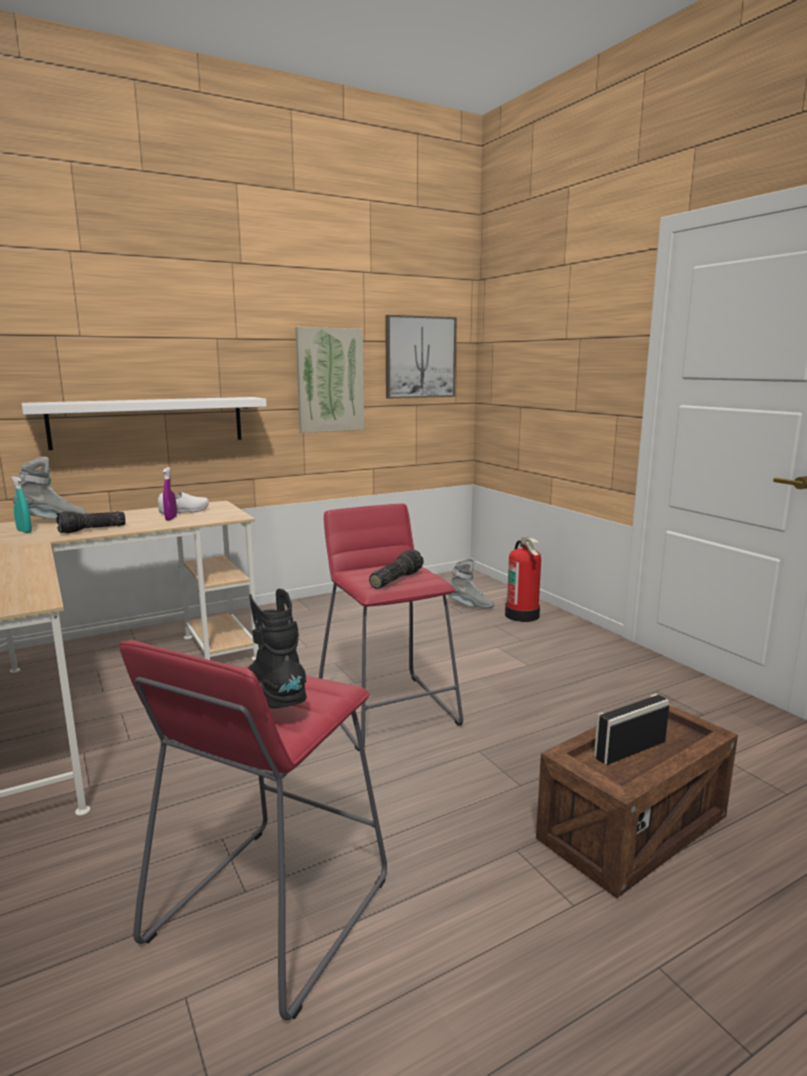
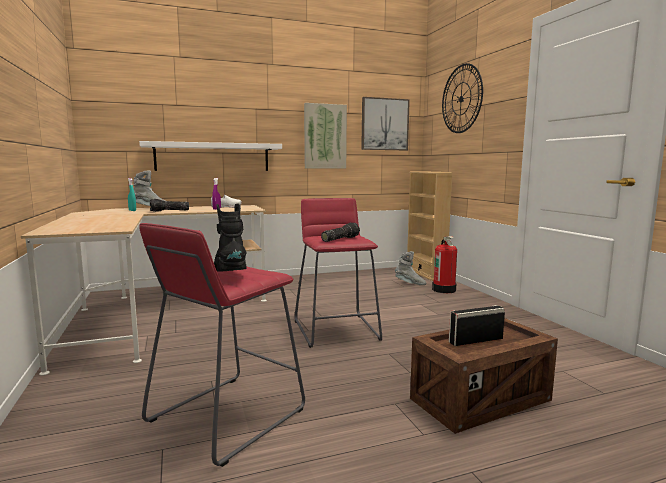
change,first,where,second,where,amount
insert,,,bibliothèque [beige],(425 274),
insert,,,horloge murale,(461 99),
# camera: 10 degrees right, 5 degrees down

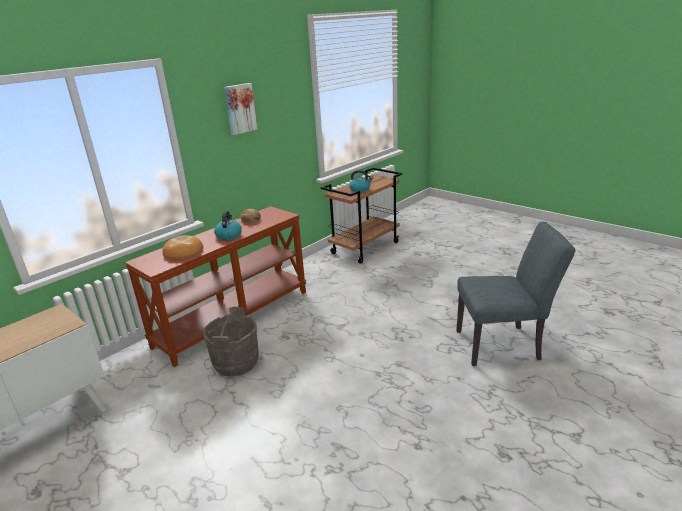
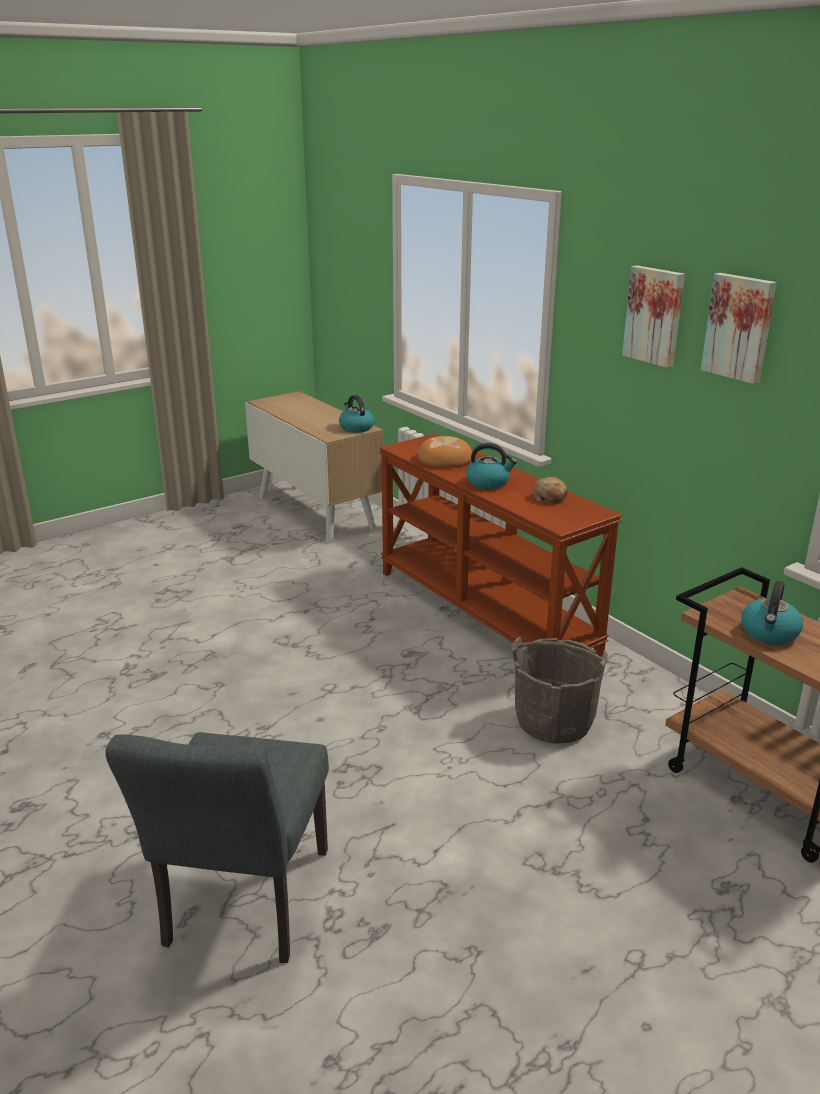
change,first,where,second,where,amount
move,seau [gris],(236 362),,(554 721),
insert,,,bouilloire,(356 428),
insert,,,tableau,(739 327),
# camera: 100 degrees right, 0 degrees up

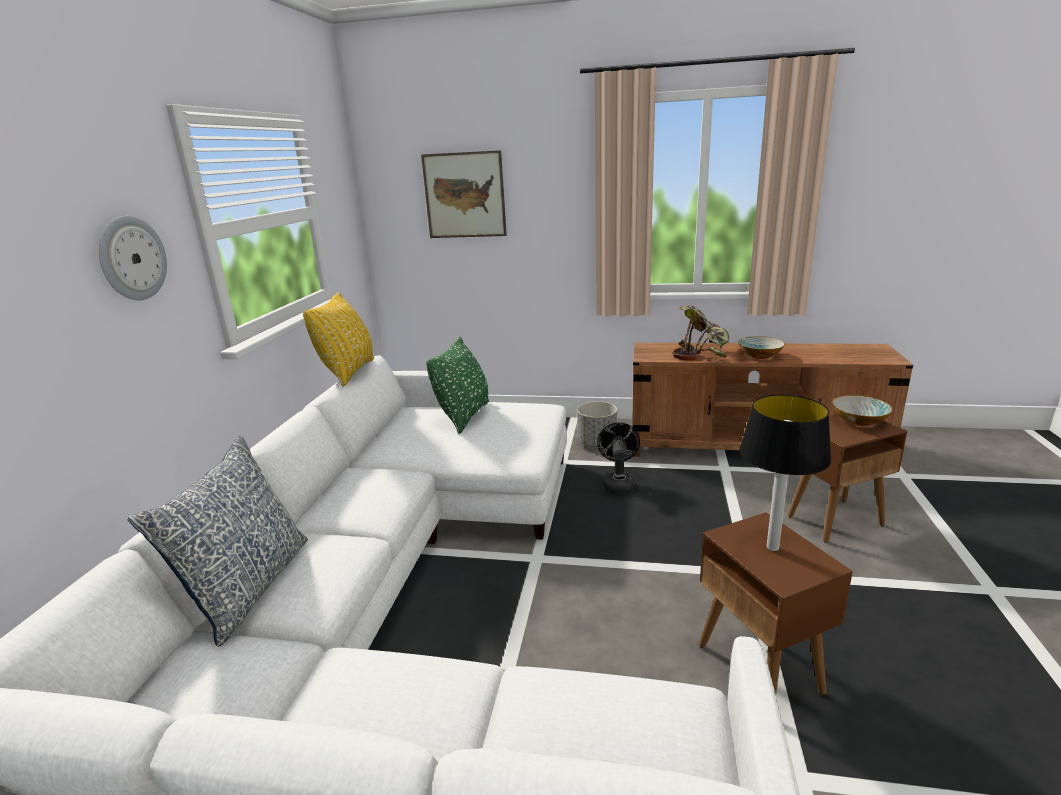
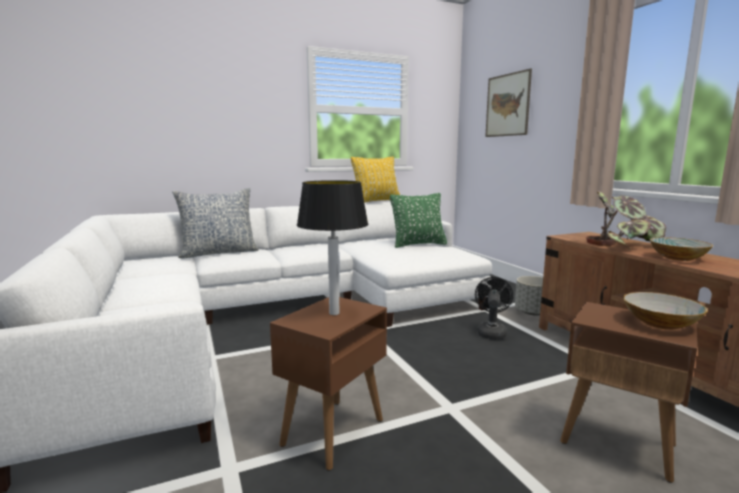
change,first,where,second,where,amount
delete,horloge murale,(132 258),,,
rotate,ventilateur [noir],(618 483),,(491 332),45 degrees counterclockwise
# camera: 55 degrees right, 10 degrees down

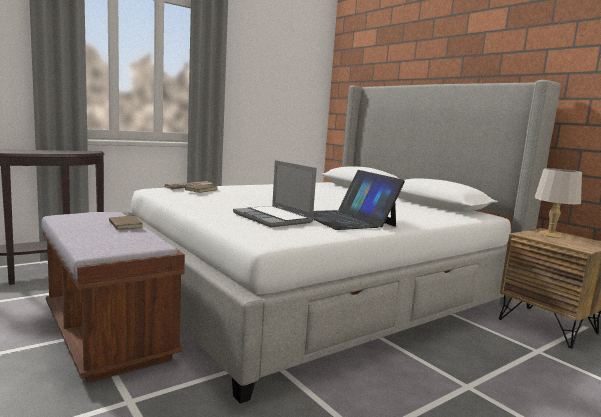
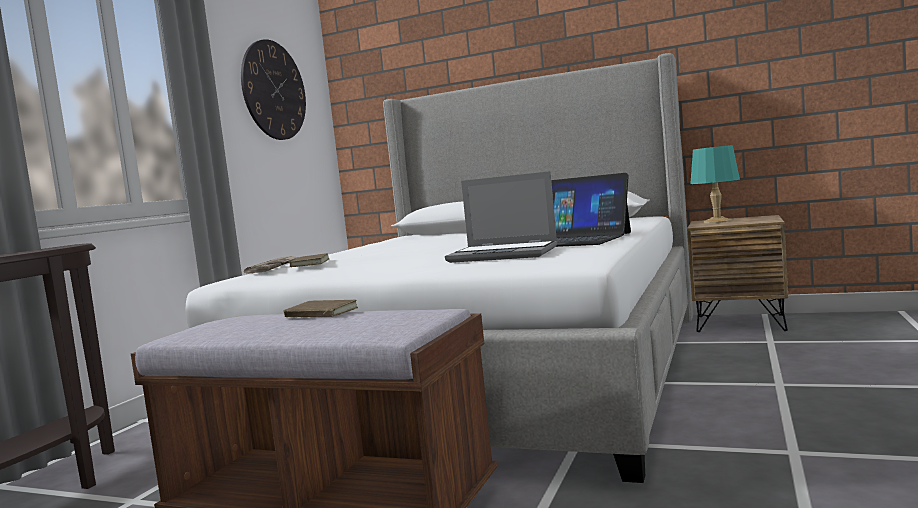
change,first,where,second,where,amount
recolor,lampe de table [gris],(550 235),lampe de table [turquoise],(717 221),
insert,,,horloge murale,(274 90),
# camera: 30 degrees left, 5 degrees down

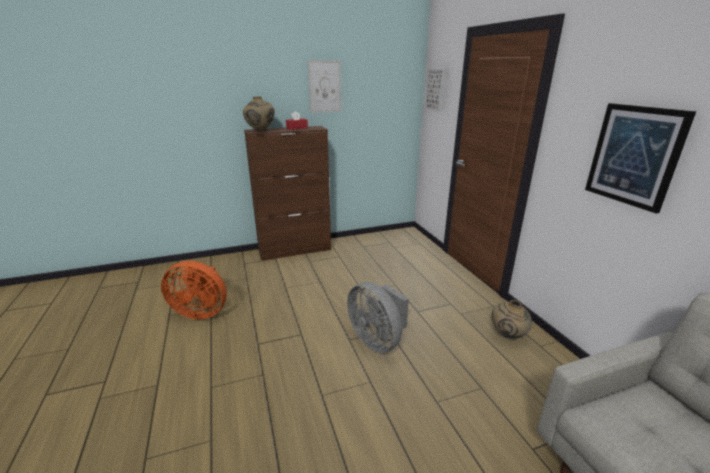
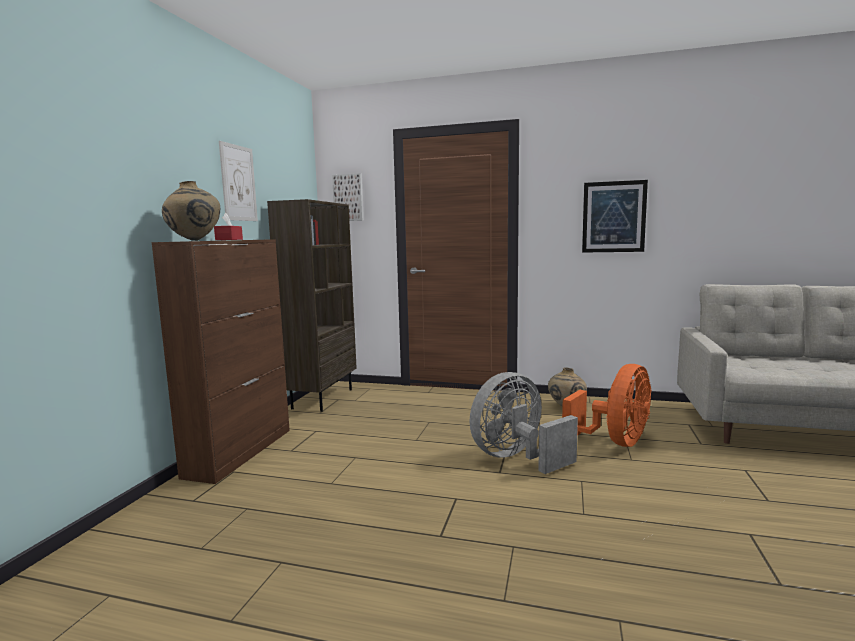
change,first,where,second,where,amount
move,ventilateur [orange],(201 312),,(615 442),
rotate,ventilateur [gris],(377 340),,(516 458),150 degrees clockwise
insert,,,bibliothèque [marron],(322 398),
# camera: 55 degrees left, 15 degrees down

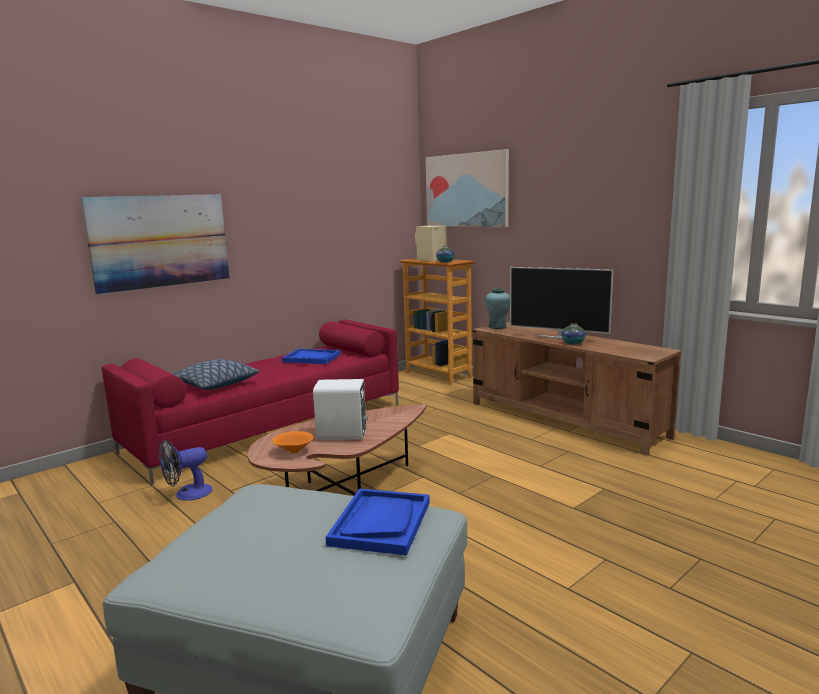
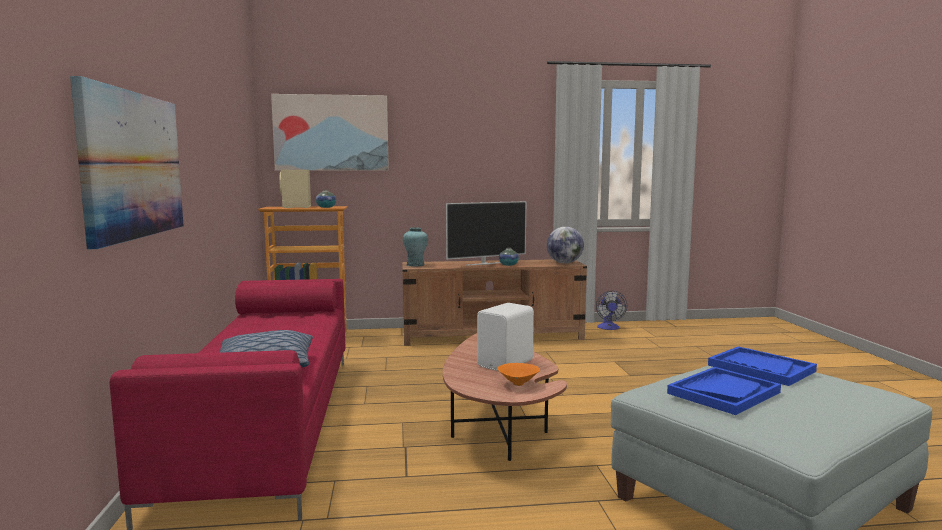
change,first,where,second,where,amount
move,ventilateur,(187 494),,(609 328),
move,plateau [bleu],(312 358),,(723 393),
insert,,,globe,(564 263),
# camera: 55 degrees left, 5 degrees down

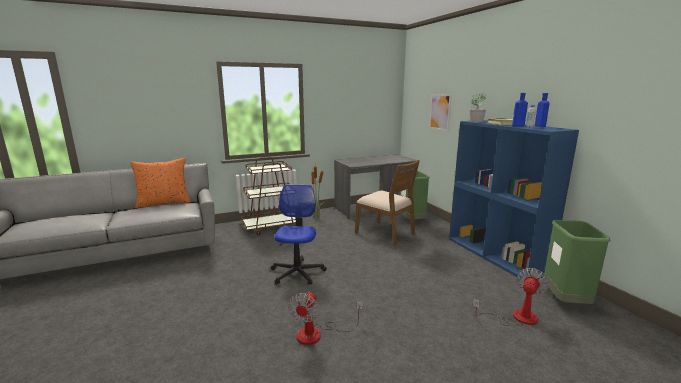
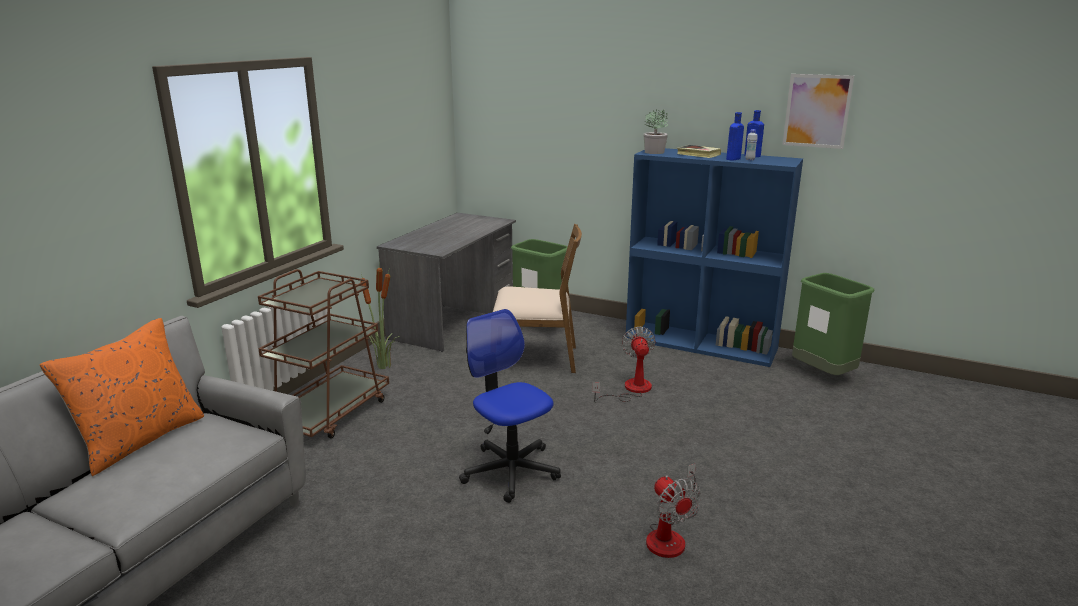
change,first,where,second,where,amount
move,tableau,(440 112),,(817 111),
move,ventilateur,(516 317),,(630 390),
# camera: 40 degrees left, 5 degrees up

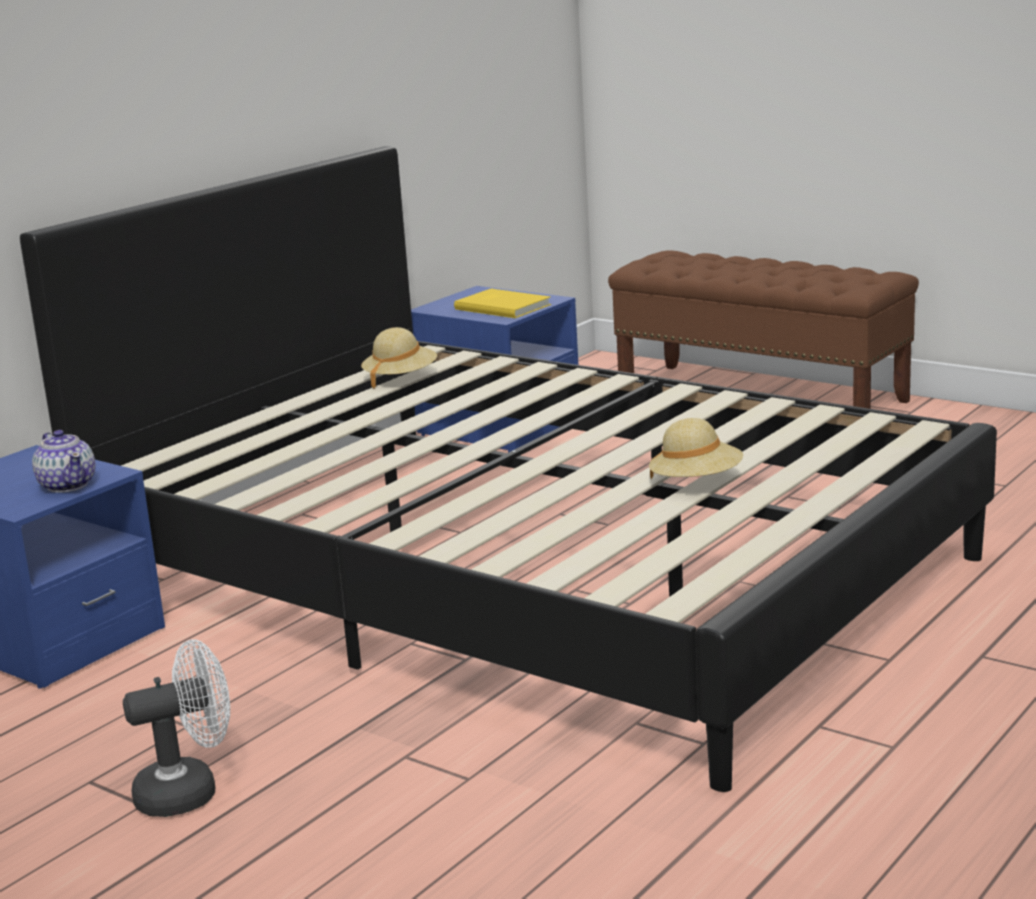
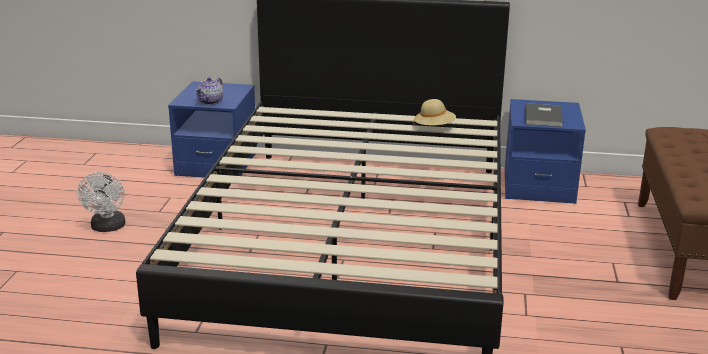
change,first,where,second,where,amount
rotate,ventilateur [blanc],(190 792),,(107 228),45 degrees clockwise
recolor,livre [jaune],(503 306),livre [gris],(544 117),
delete,chapeau [beige],(696 483),,,
# camera: 60 degrees right, 5 degrees up

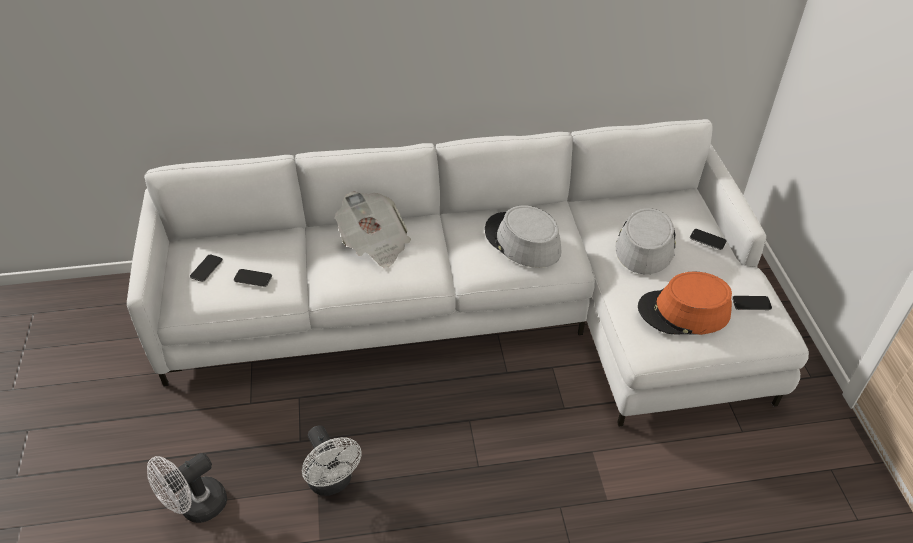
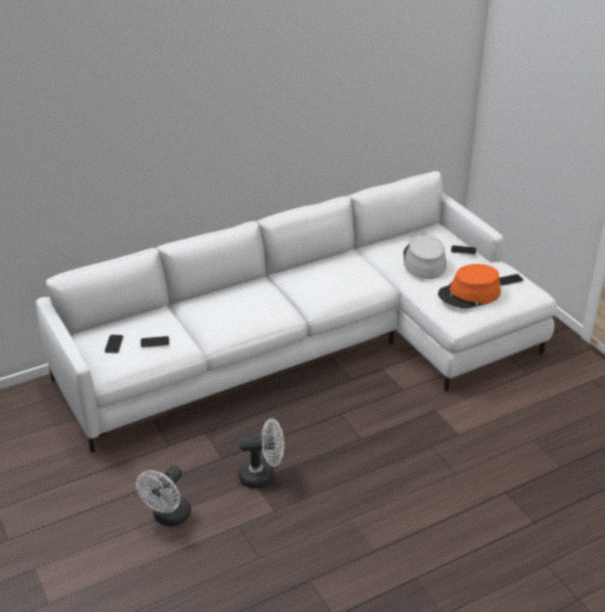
change,first,where,second,where,amount
rotate,ventilateur [blanc],(332 482),,(262 475),45 degrees counterclockwise
delete,journal,(374 243),,,
delete,chapeau [gris],(522 241),,,
# camera: 20 degrees left, 10 degrees down

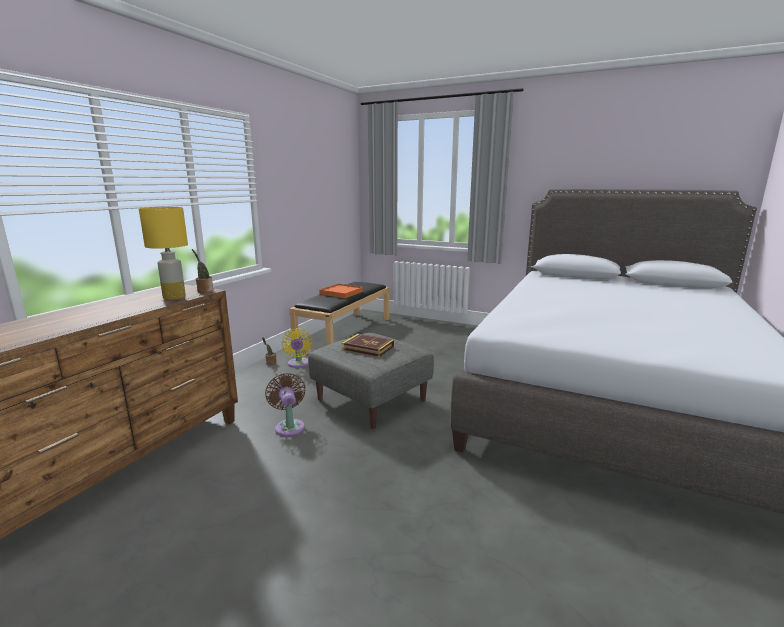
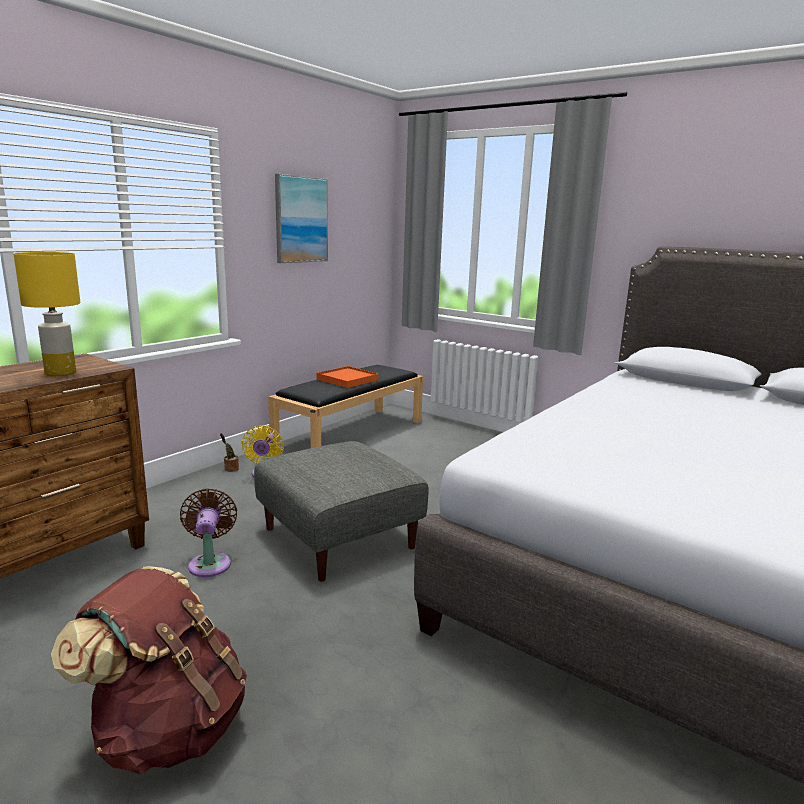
change,first,where,second,where,amount
delete,plante en pot,(204 290),,,
delete,livre,(368 348),,,
insert,,,sac à dos [marron],(167 729),
insert,,,tableau,(300 219),
# camera: 10 degrees right, 0 degrees up

